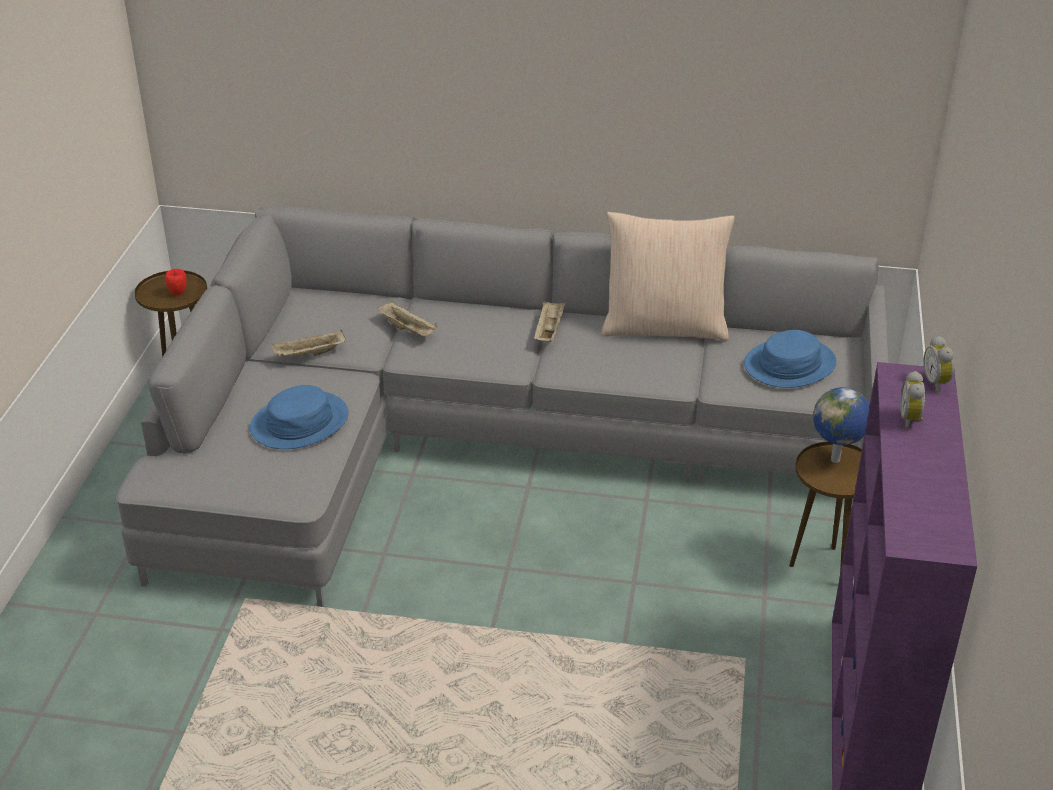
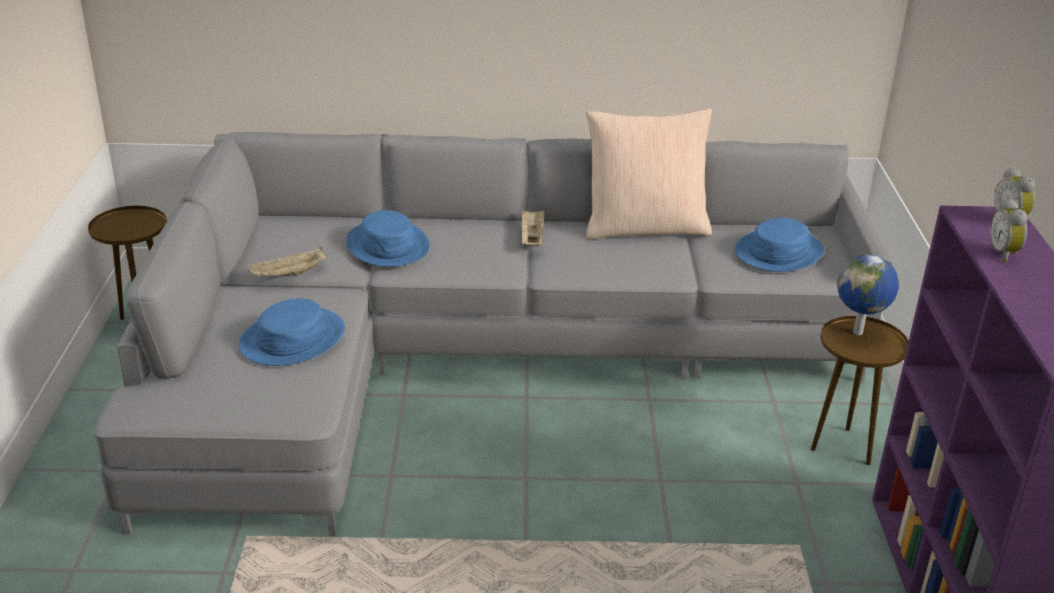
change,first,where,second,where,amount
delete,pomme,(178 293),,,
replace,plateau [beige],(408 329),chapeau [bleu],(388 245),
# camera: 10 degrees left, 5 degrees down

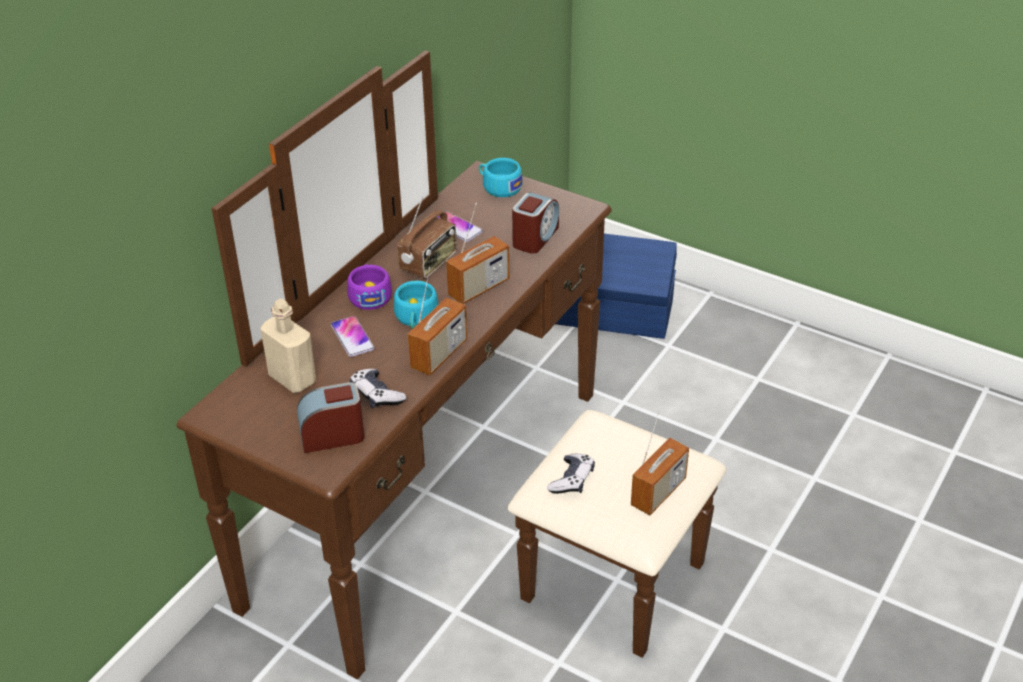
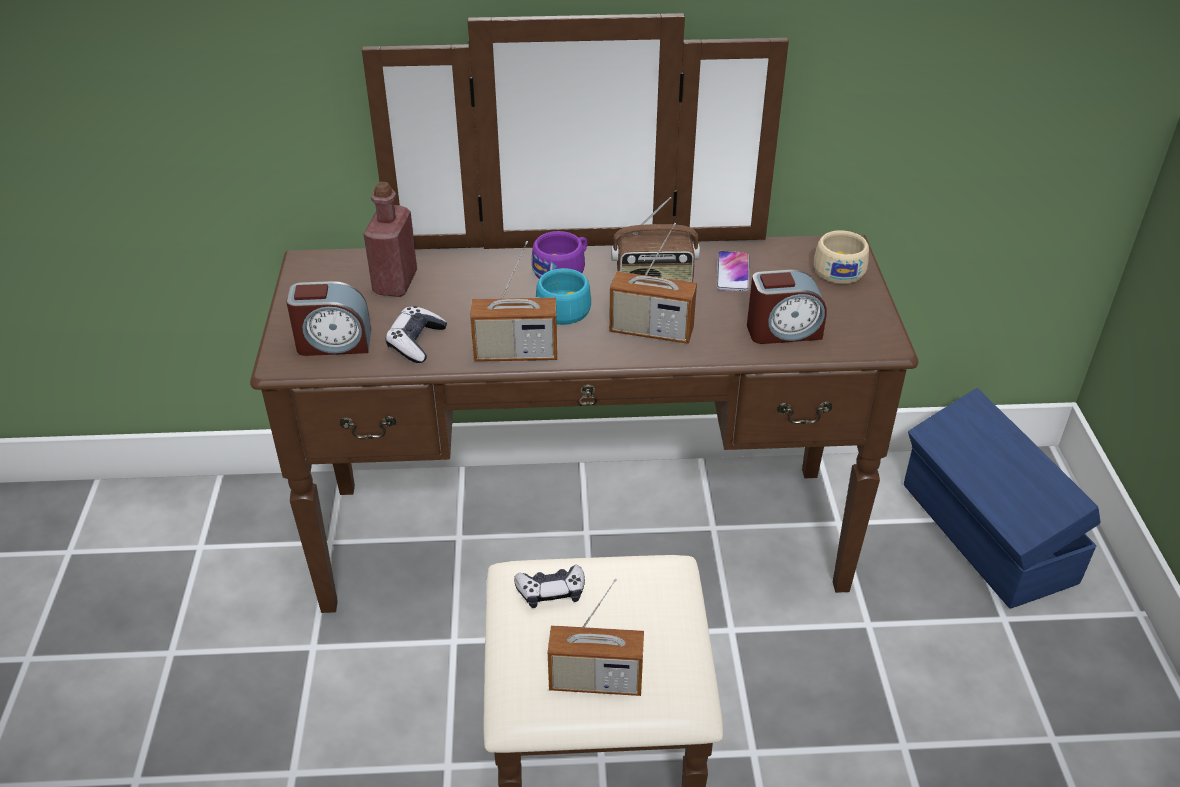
change,first,where,second,where,amount
recolor,bouteille [beige],(292 379),bouteille [rouge],(395 283),
rotate,réveil,(332 435),,(333 343),135 degrees clockwise
delete,téléphone,(352 337),,,
recolor,tasse [turquoise],(498 187),tasse [beige],(838 268),
# camera: 55 degrees right, 0 degrees up

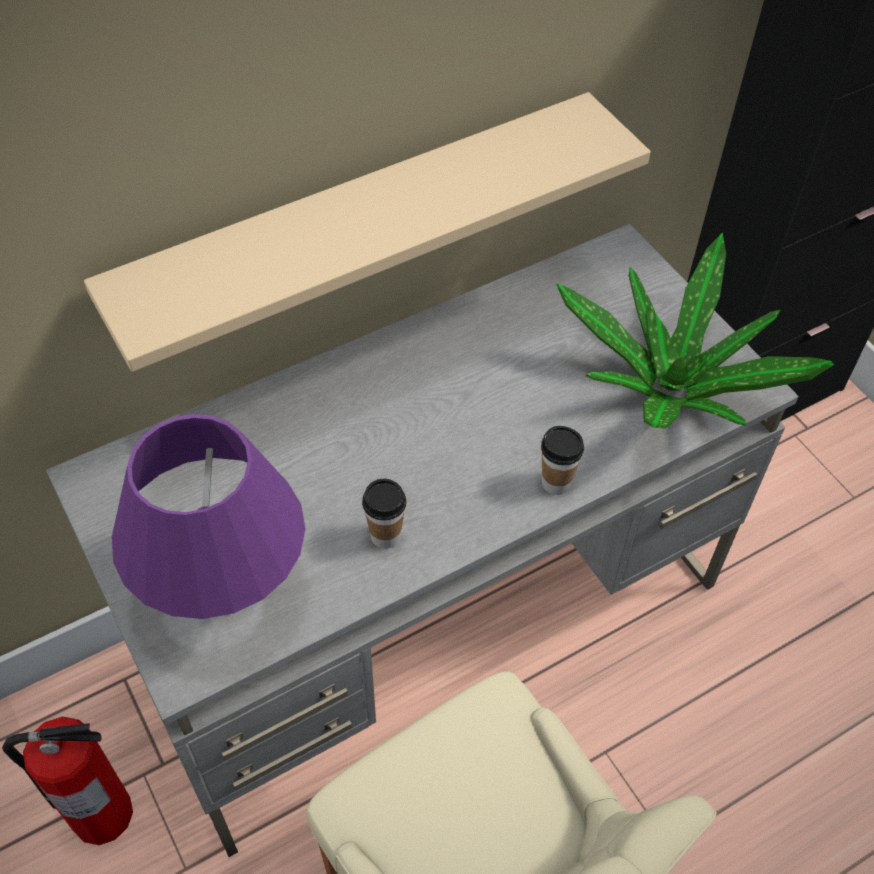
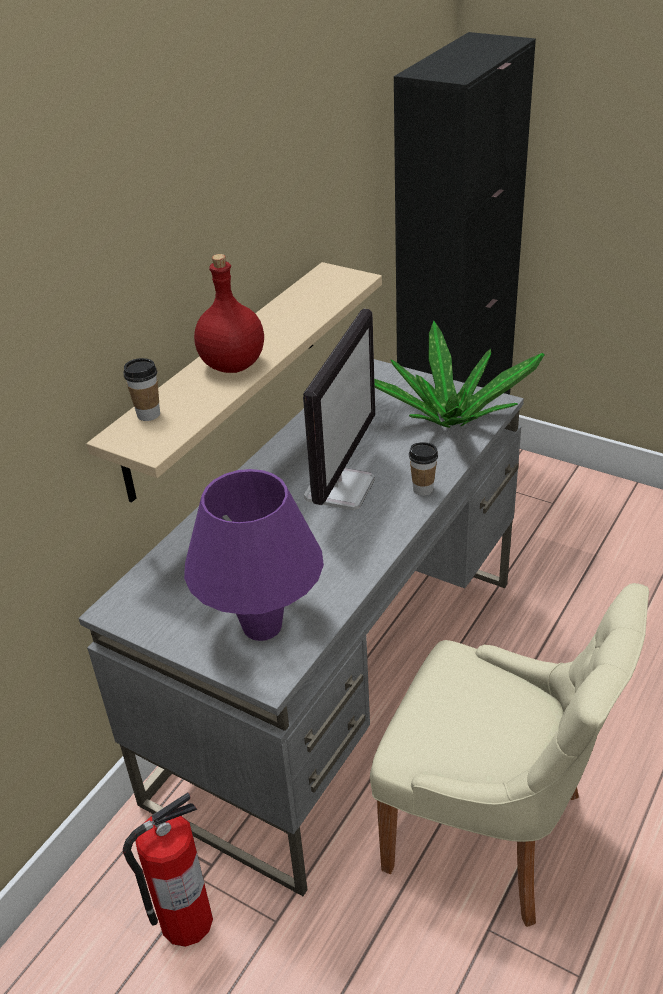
change,first,where,second,where,amount
move,tasse,(385 535),,(148 414),
insert,,,bouteille [rouge],(232 365),
insert,,,écran d'ordinateur,(340 488),
# camera: 25 degrees left, 15 degrees down

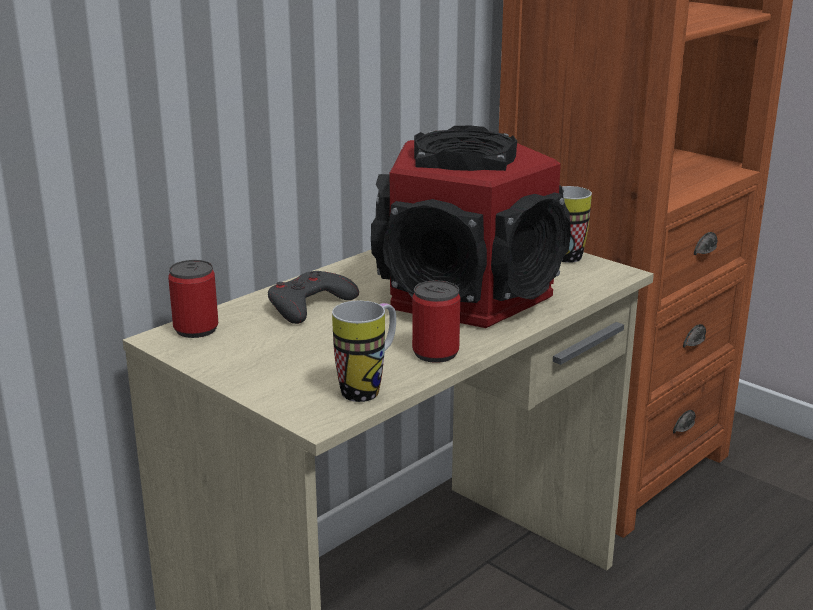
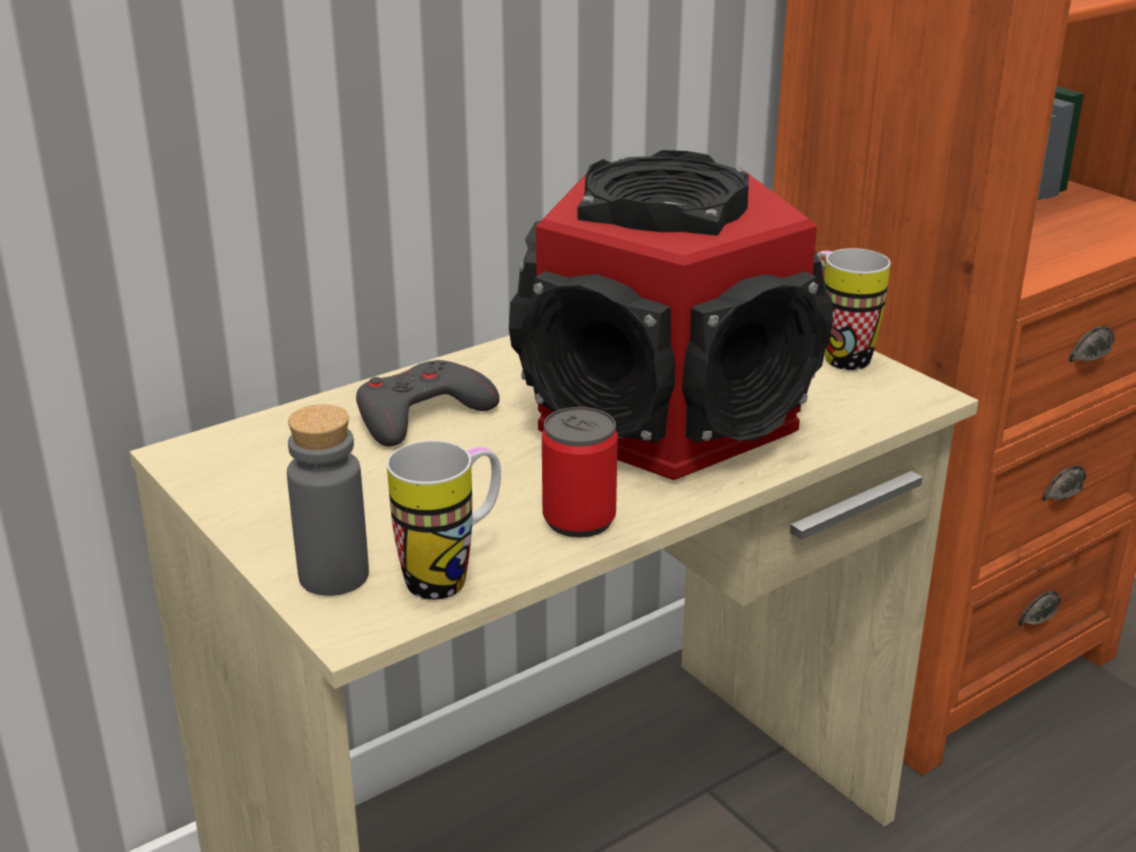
change,first,where,second,where,amount
delete,boîte métallique,(196 329),,,
insert,,,bouteille [gris],(334 576),
# camera: 10 degrees right, 5 degrees up

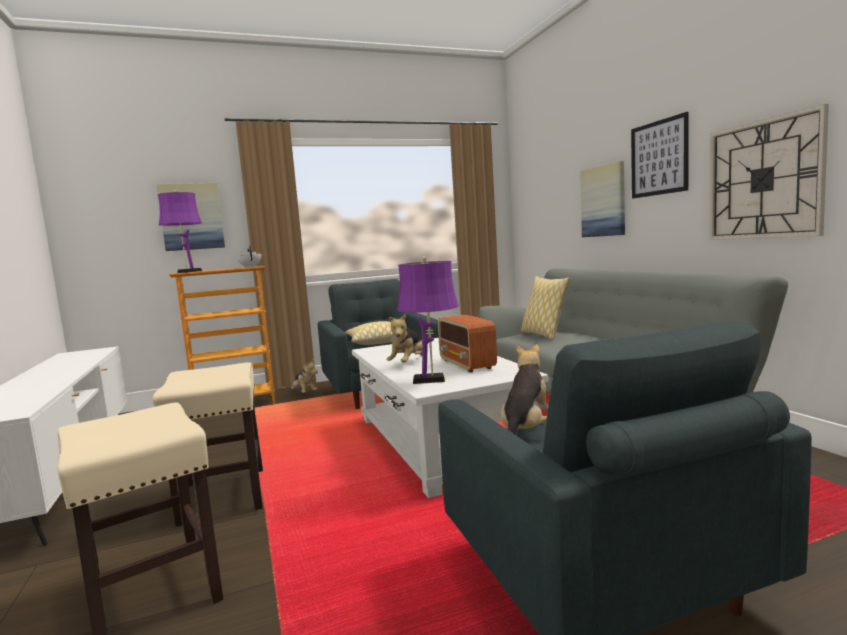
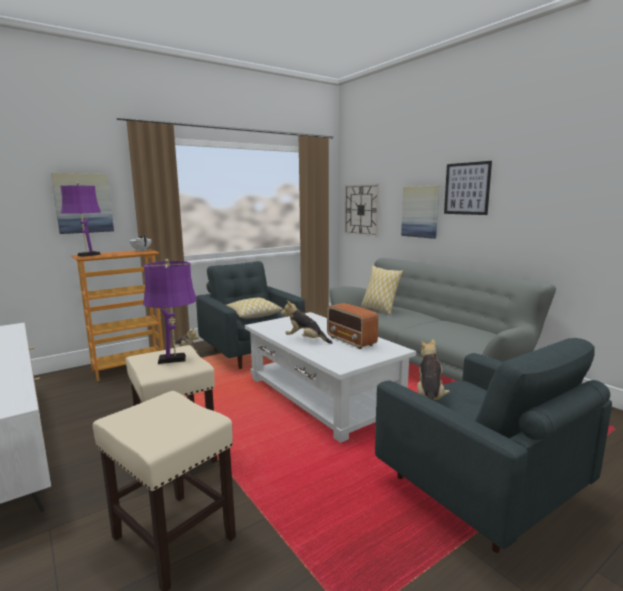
change,first,where,second,where,amount
rotate,peluche,(409 363),,(305 340),105 degrees clockwise
move,lampe de table [violet],(432 380),,(175 359),
move,horloge murale,(763 180),,(361 210),
# camera: 15 degrees left, 5 degrees up

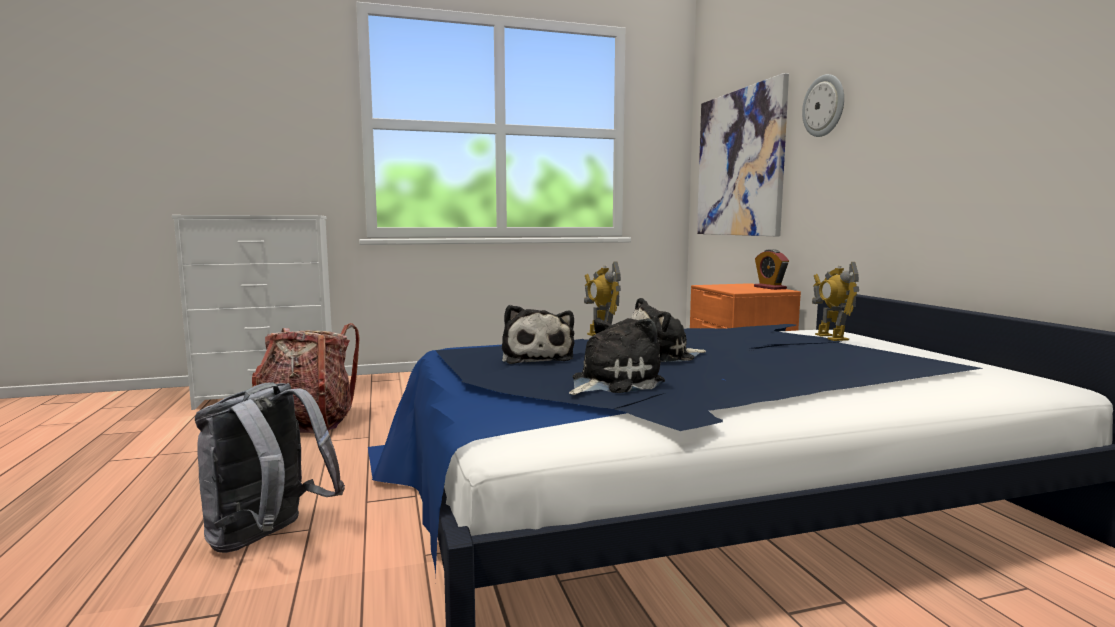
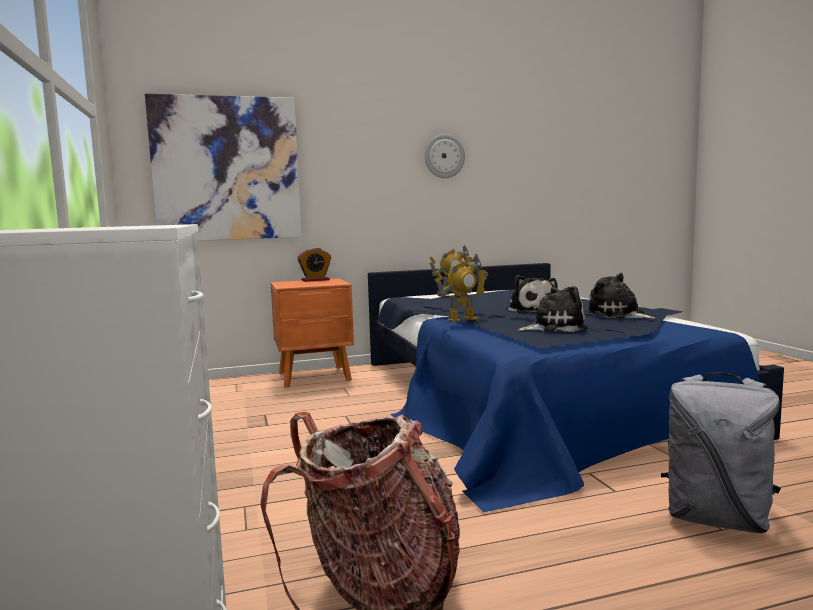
change,first,where,second,where,amount
move,horloge murale,(824 106),,(444 156),
# camera: 90 degrees left, 0 degrees up

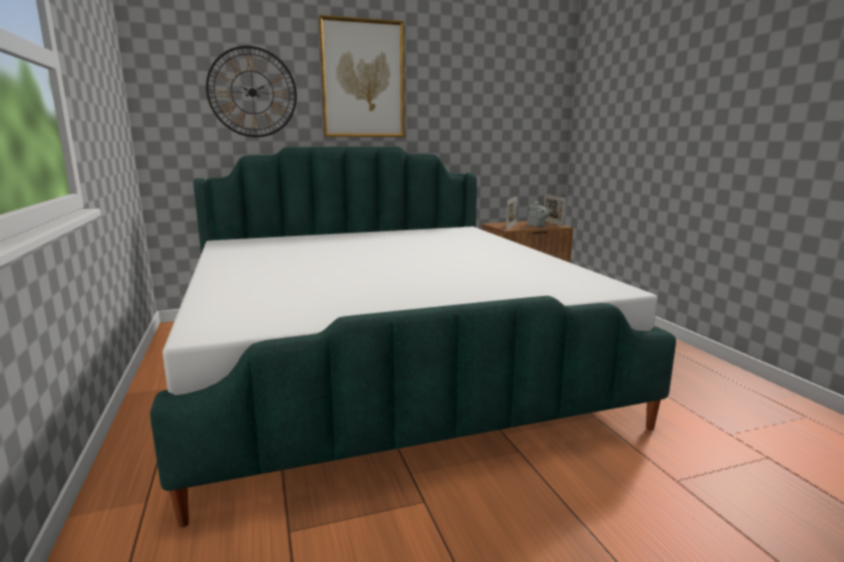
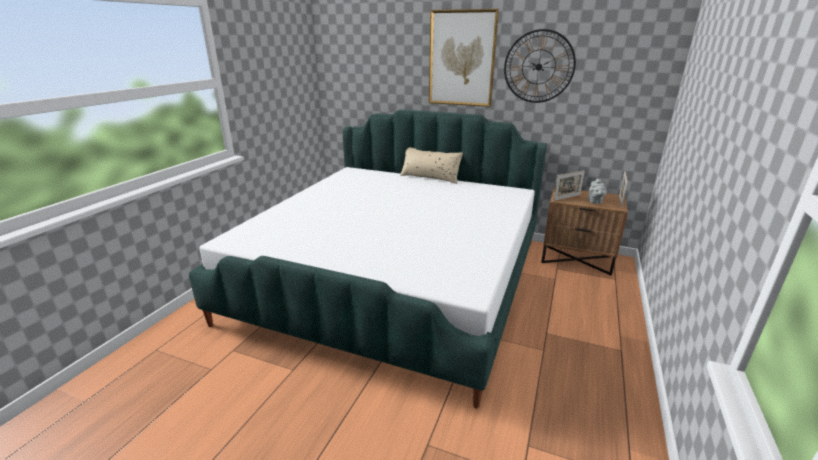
change,first,where,second,where,amount
move,horloge murale,(252 92),,(538 67),
insert,,,coussin [beige],(430 177),
# camera: 40 degrees right, 10 degrees up

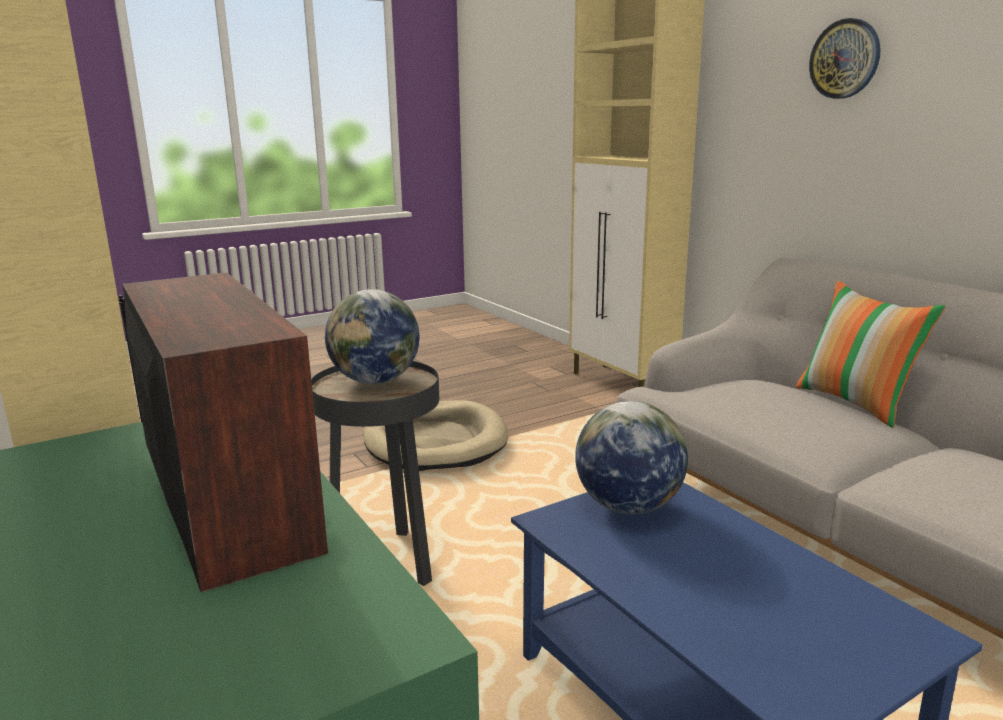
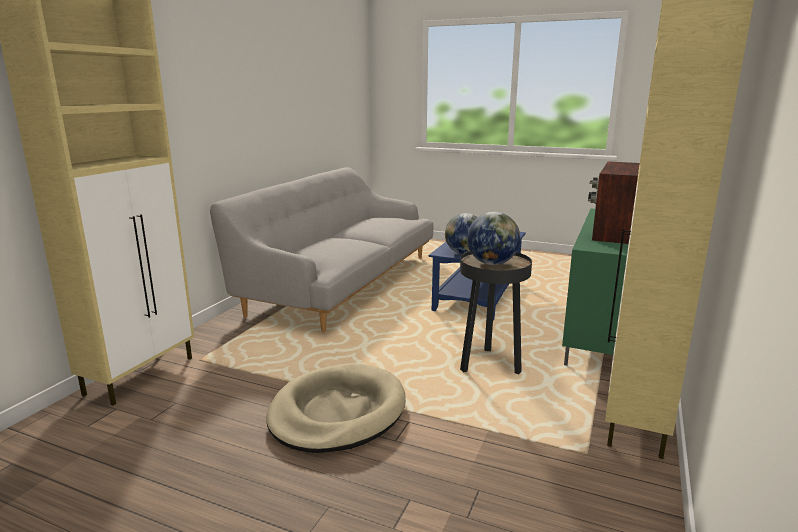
change,first,where,second,where,amount
delete,coussin,(855 403),,,
delete,horloge murale,(845 59),,,
# camera: 125 degrees left, 0 degrees up

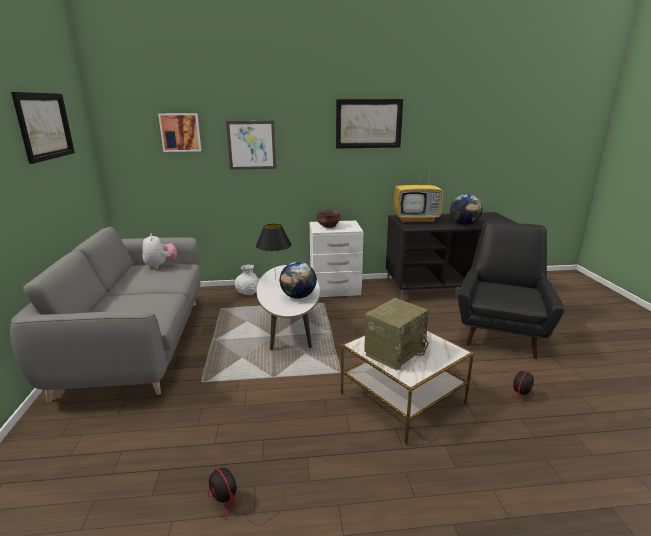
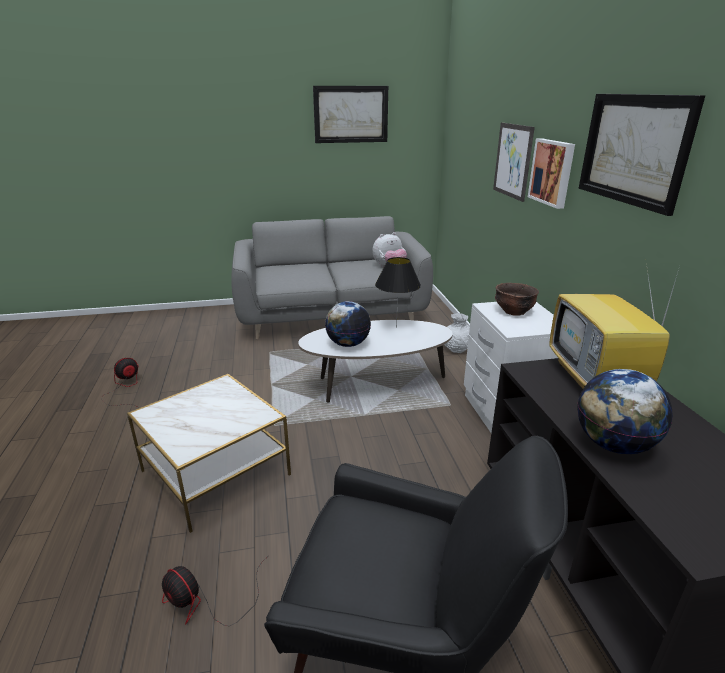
change,first,where,second,where,amount
move,tableau,(180 132),,(552 172),
delete,radio,(394 352),,,
# camera: 85 degrees right, 5 degrees up

